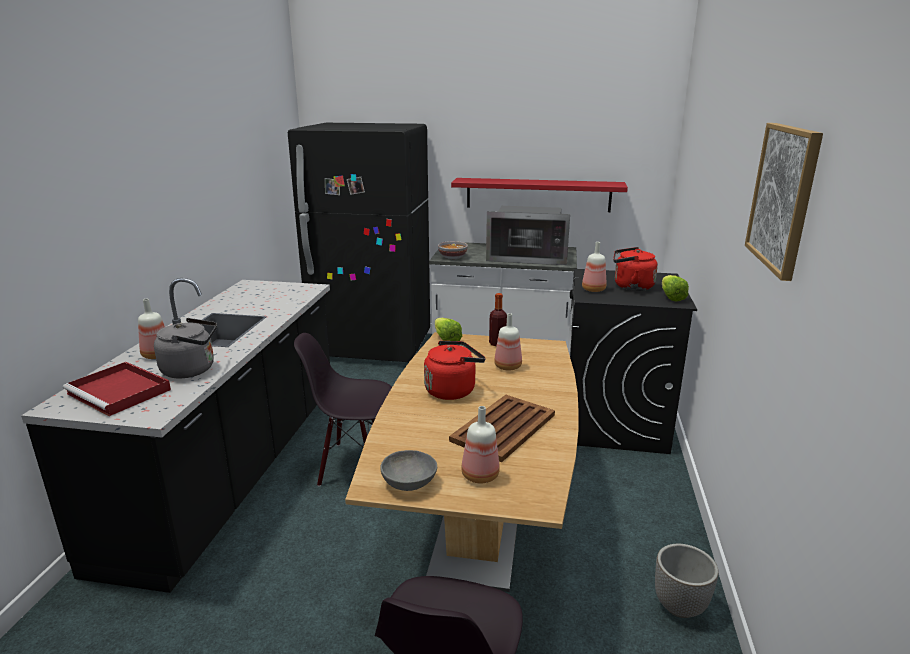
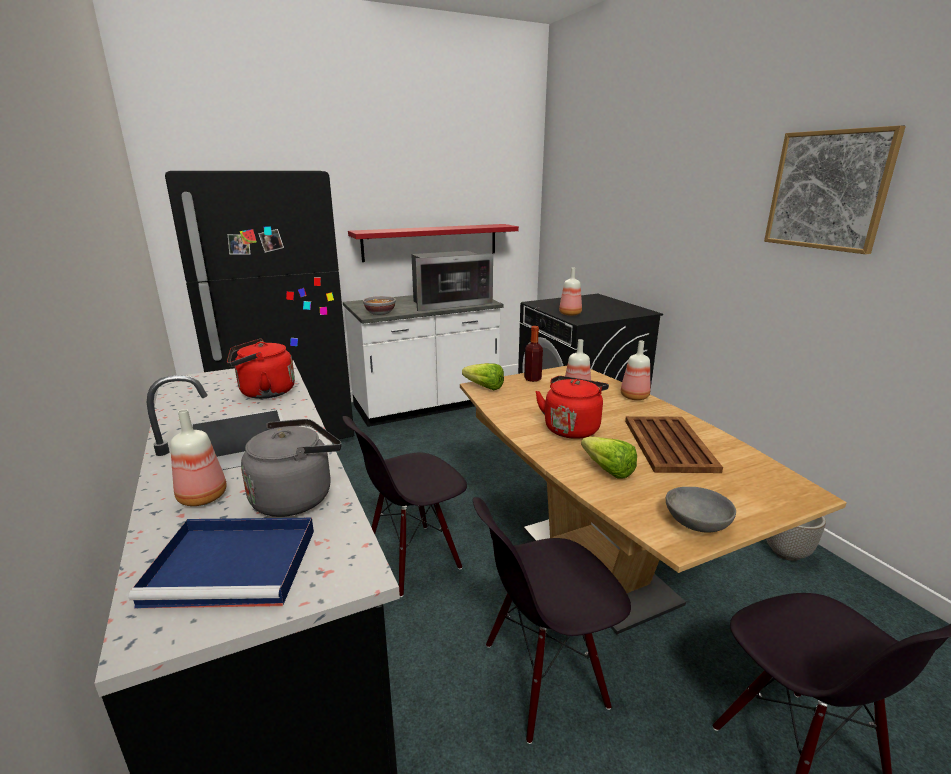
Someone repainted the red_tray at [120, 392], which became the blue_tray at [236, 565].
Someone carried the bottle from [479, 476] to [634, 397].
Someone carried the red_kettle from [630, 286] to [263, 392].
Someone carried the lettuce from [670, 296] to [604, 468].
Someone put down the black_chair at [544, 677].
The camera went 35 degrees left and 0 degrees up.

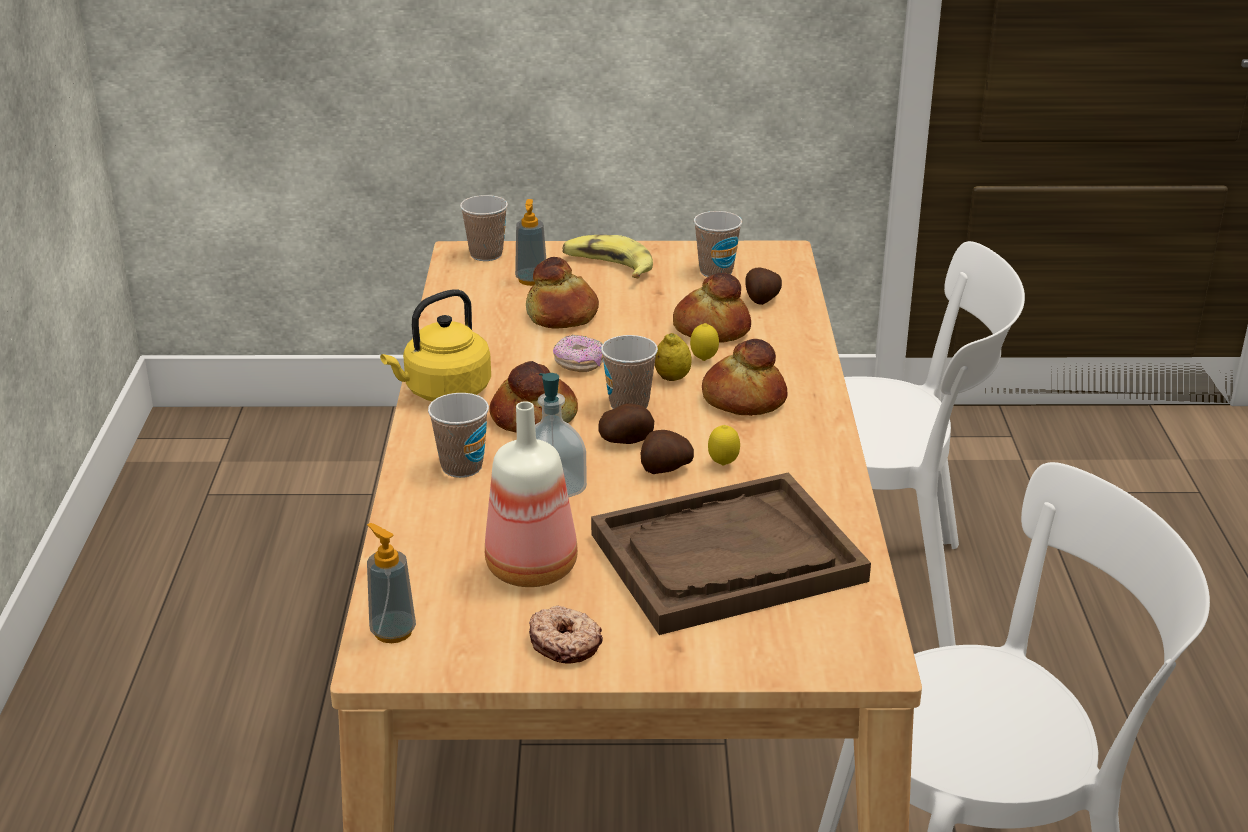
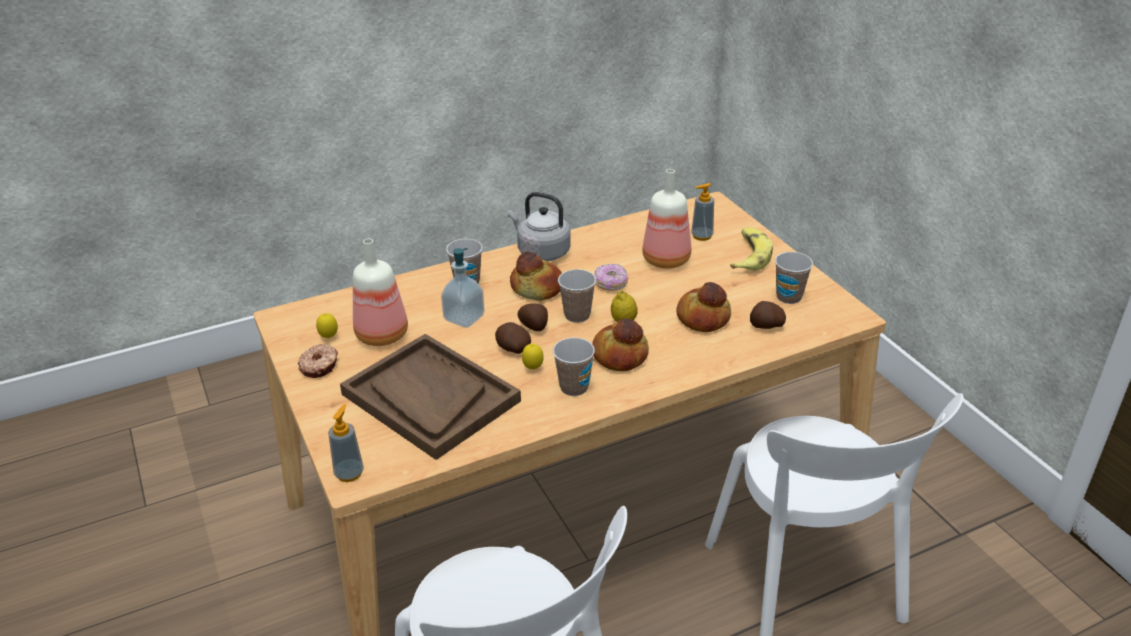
Someone carried the soap_dispenser from [393, 631] to [349, 473].
Someone repainted the yellow_kettle at [443, 392], which became the grey_kettle at [541, 252].
Someone carried the cup from [486, 254] to [574, 387].
Someone swapped the bread at [563, 315] for the bottle at [667, 260].
Someone carried the lemon from [704, 360] to [329, 338].
The camera went 65 degrees right and 5 degrees up.

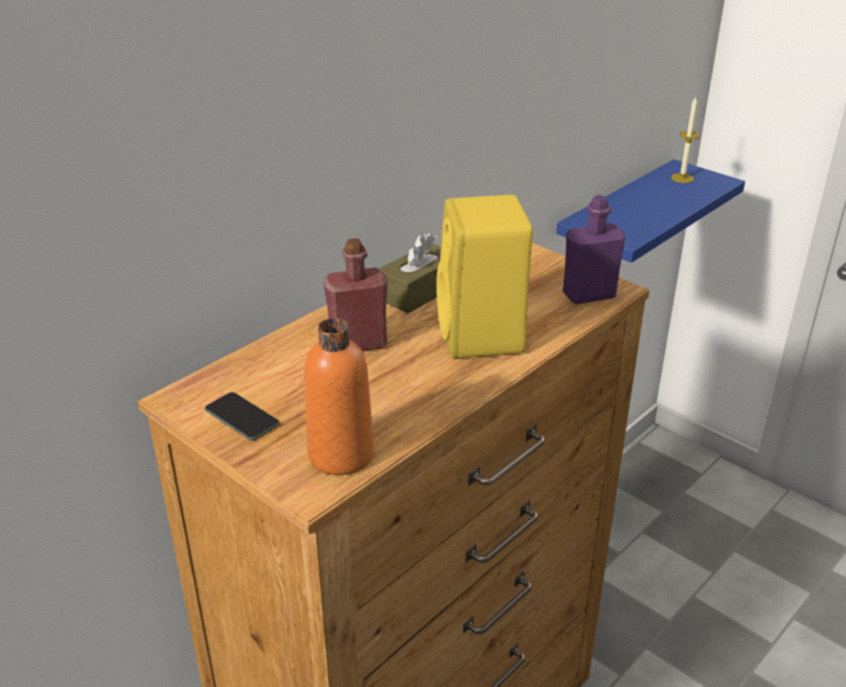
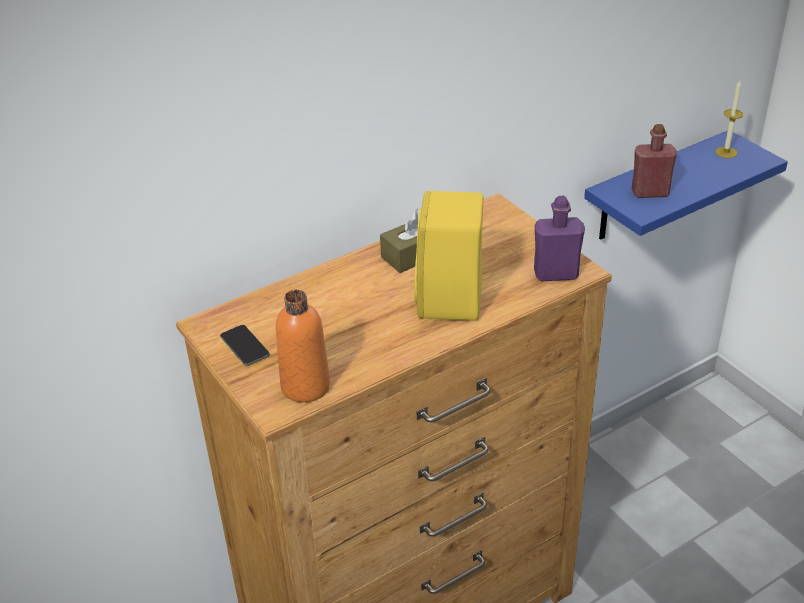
Someone carried the red_bottle from [358, 344] to [650, 192].
The camera went 15 degrees right and 5 degrees up.

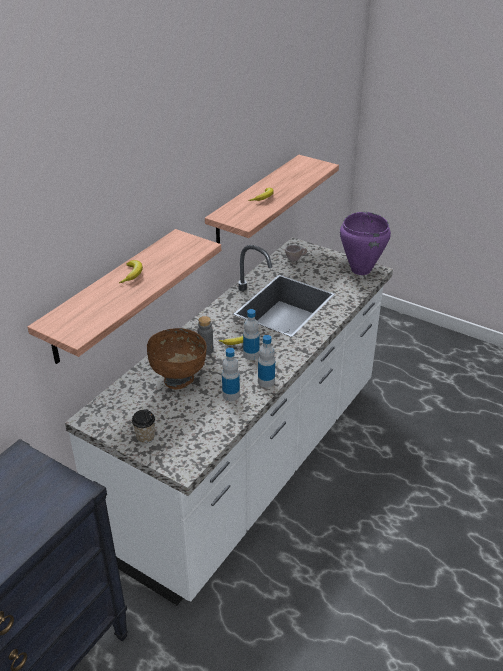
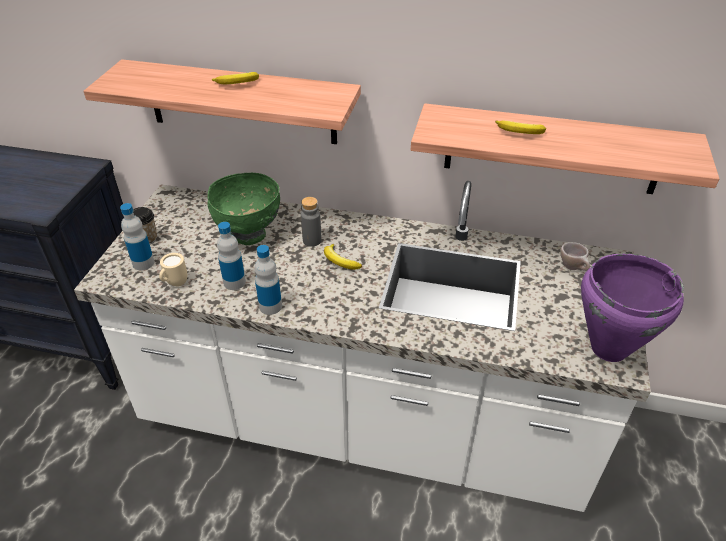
Someone repainted the brown_bowl at [179, 379], which became the green_bowl at [249, 235].
Someone carried the bottle from [251, 355] to [143, 263].
Someone put down the beige_mug at [175, 284].
The camera went 70 degrees right and 5 degrees up.

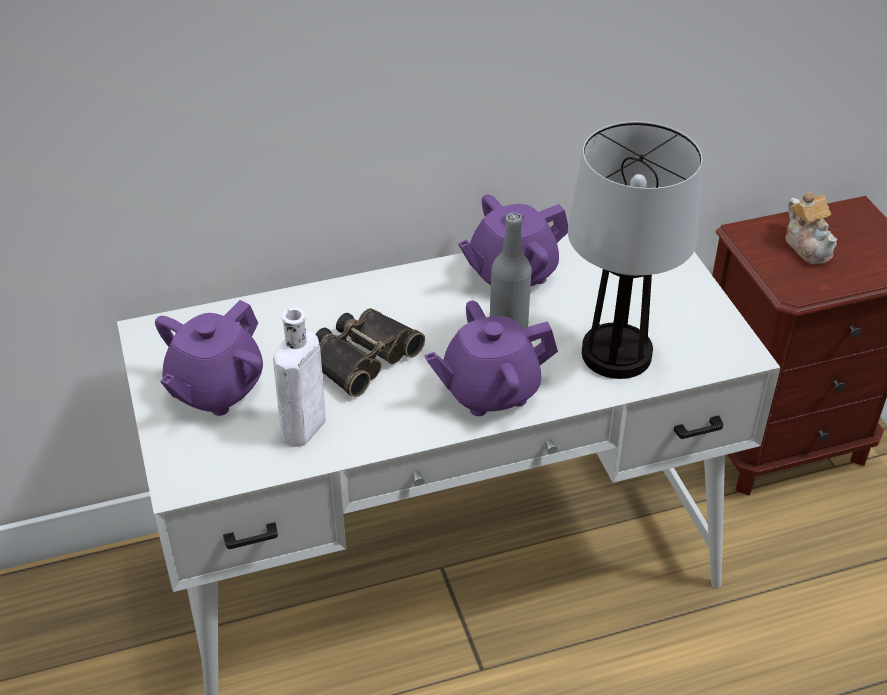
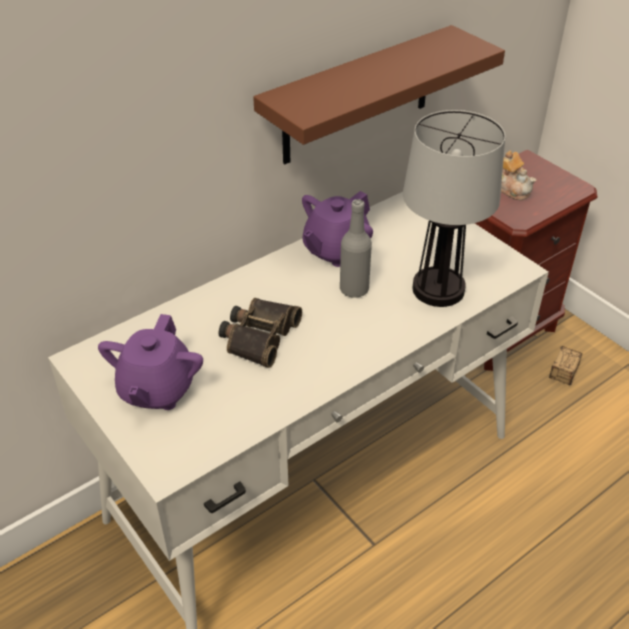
Someone took away the white_bottle at [302, 430].
Someone took away the purple_teapot at [489, 391].
Someone put up the brown_shelf at [357, 96].
Someone put down the storage_box at [557, 386].
The camera went 20 degrees left and 0 degrees up.

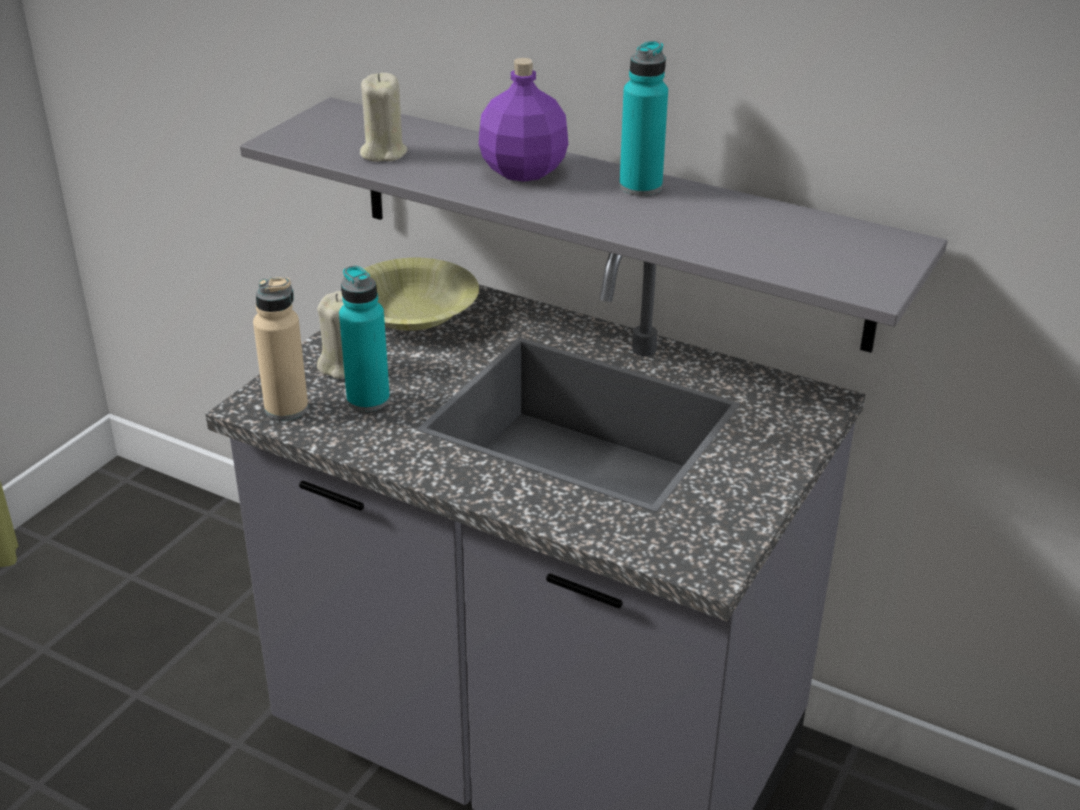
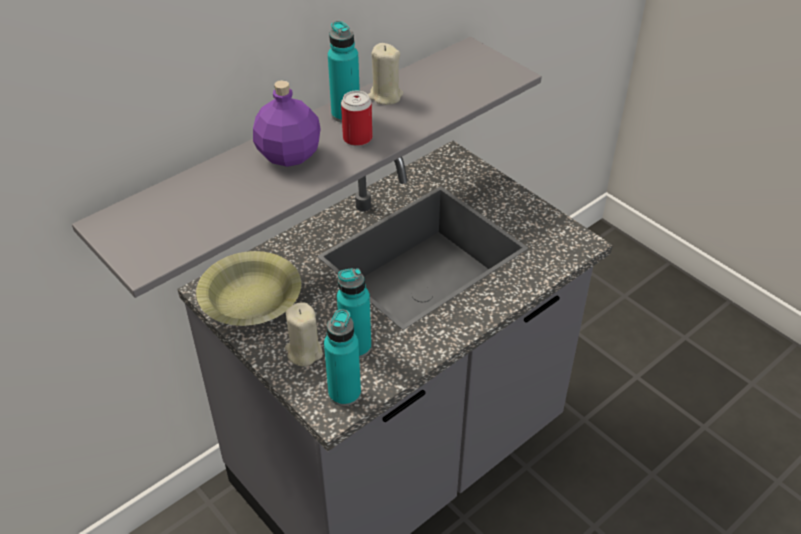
Someone repainted the beige_bottle at [286, 408], which became the turquoise_bottle at [344, 393].
Someone carried the beige_candle from [383, 153] to [385, 96].
Someone put down the can at [357, 138].
The camera went 70 degrees left and 10 degrees up.

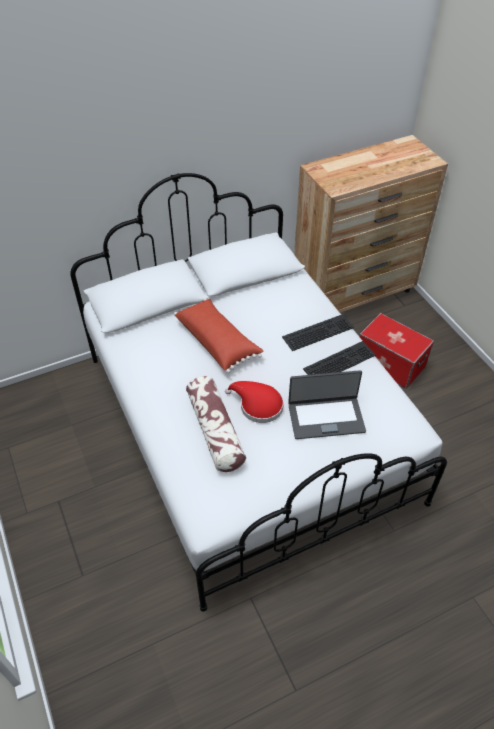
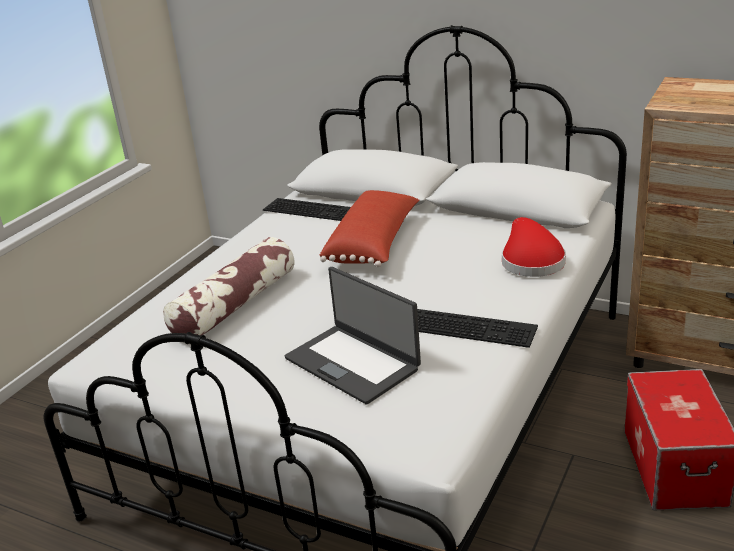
Someone carried the red_hat from [257, 405] to [530, 261].
Someone carried the keyboard from [318, 331] to [313, 209].
The camera went 55 degrees right and 20 degrees down.

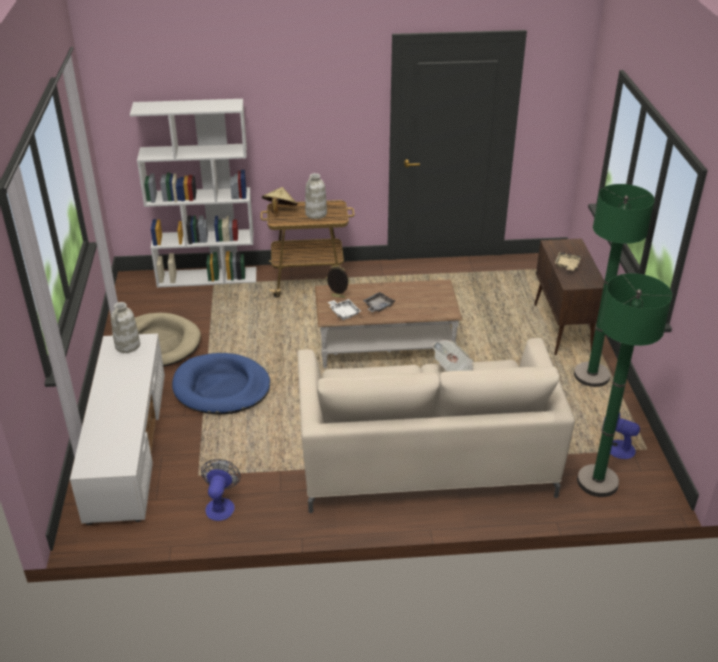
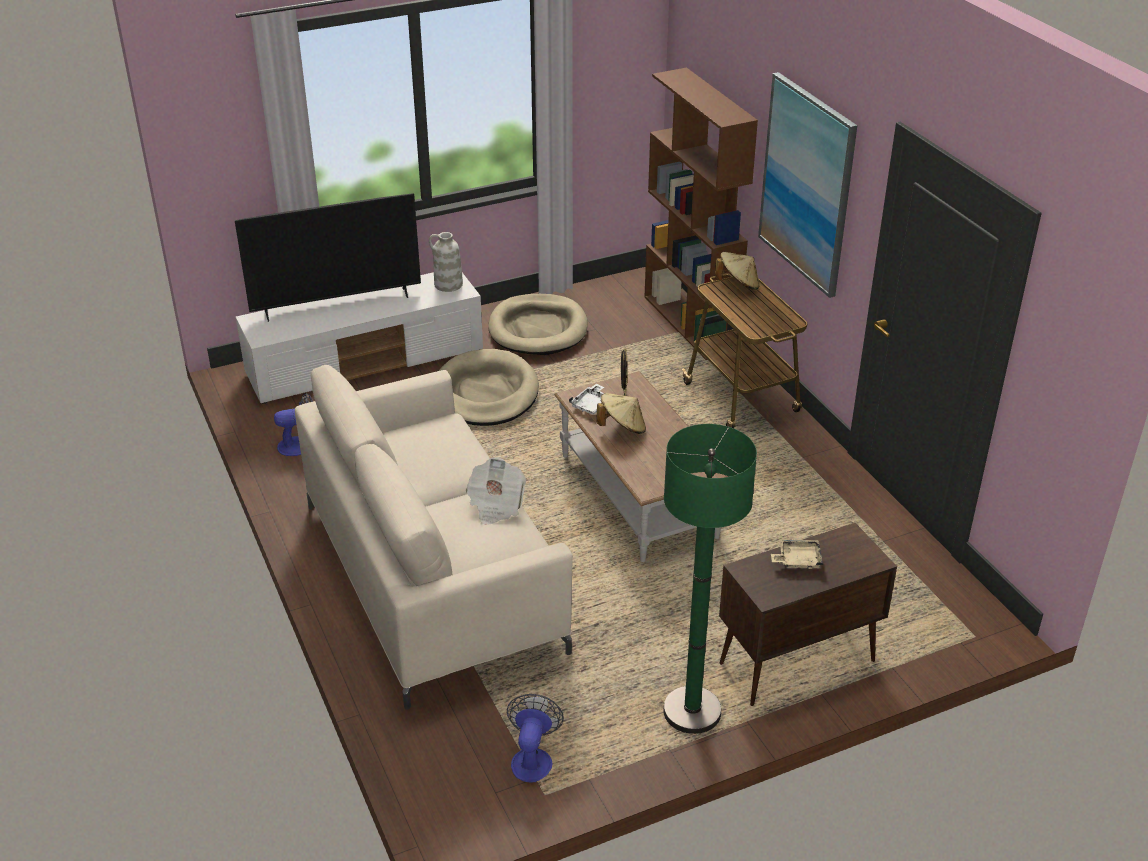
Someone repainted the white_bookcase at [207, 277], which became the brown_bookcase at [691, 324].
Someone repainted the blue_dog_bed at [221, 388], which became the beige_dog_bed at [486, 393].
Someone took away the white_vase at [316, 214].
Someone swapped the grey_tray at [378, 306] for the beige_hat at [622, 427].
Someone took away the green_floor_lamp at [597, 482].
Someone put down the television at [337, 304].
Someone put up the picture at [807, 184].
The camera went 70 degrees right and 0 degrees up.

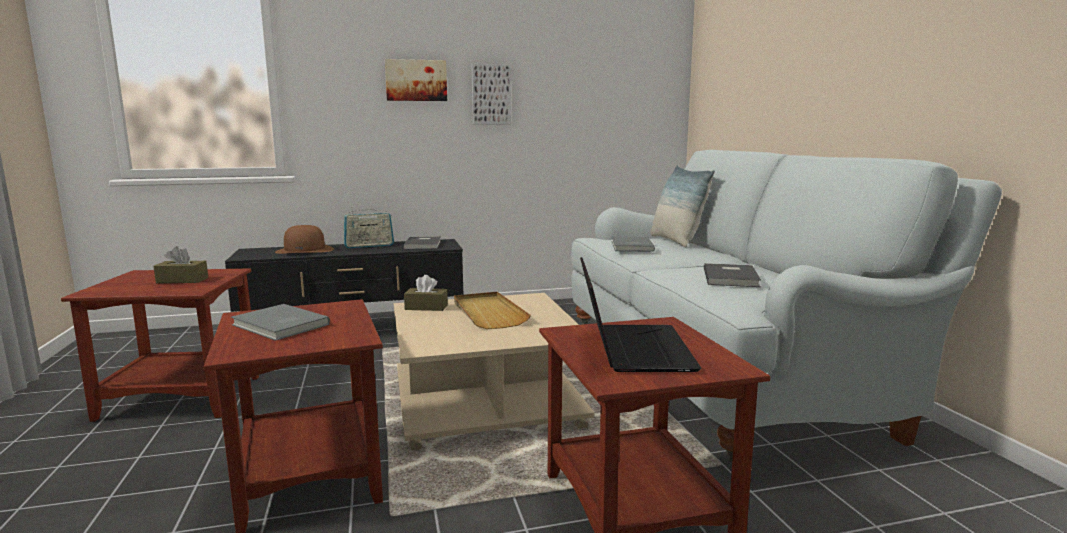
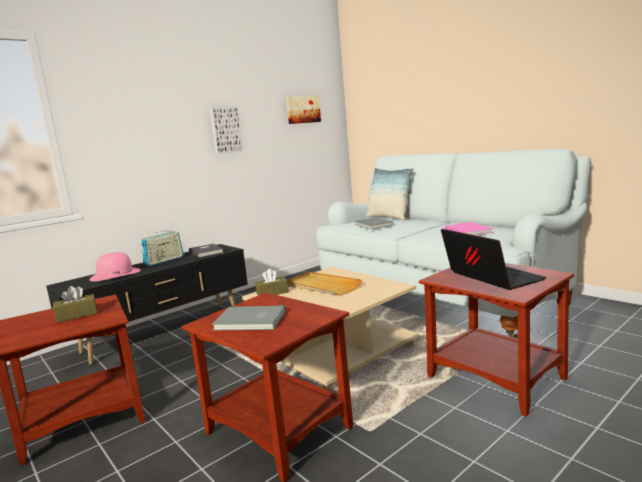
Someone repainted the brown_hat at [305, 250], which became the pink_hat at [115, 274].
Someone carried the picture from [416, 80] to [302, 109].
Someone repainted the grey_book at [732, 277], which became the pink_book at [469, 231].
The camera went 25 degrees left and 0 degrees up.

